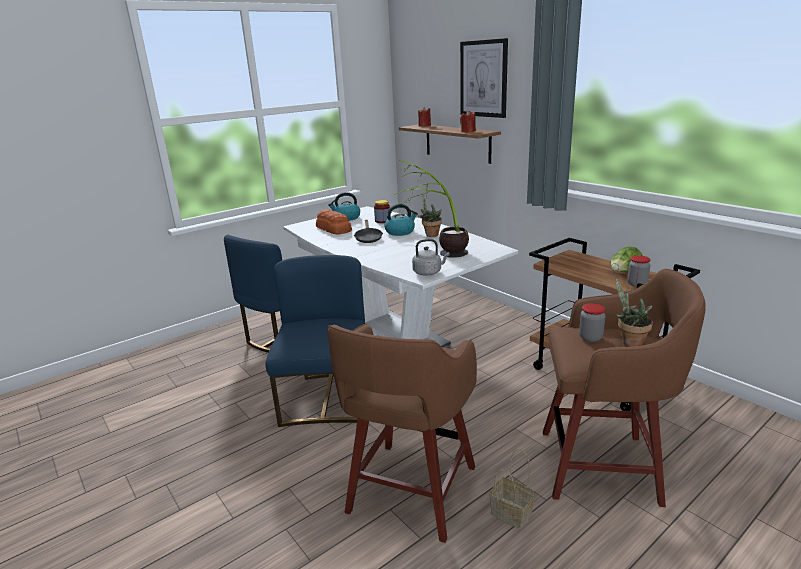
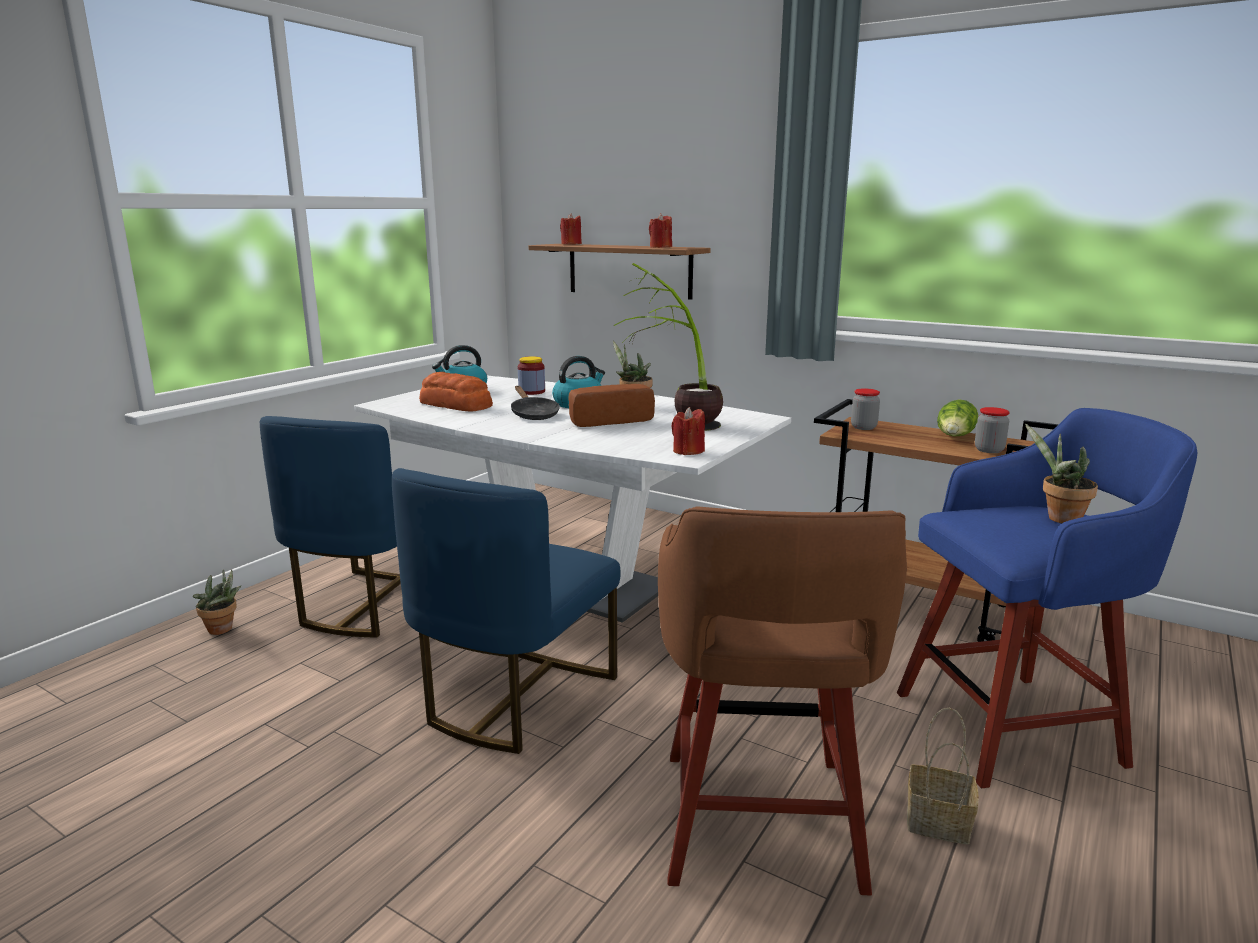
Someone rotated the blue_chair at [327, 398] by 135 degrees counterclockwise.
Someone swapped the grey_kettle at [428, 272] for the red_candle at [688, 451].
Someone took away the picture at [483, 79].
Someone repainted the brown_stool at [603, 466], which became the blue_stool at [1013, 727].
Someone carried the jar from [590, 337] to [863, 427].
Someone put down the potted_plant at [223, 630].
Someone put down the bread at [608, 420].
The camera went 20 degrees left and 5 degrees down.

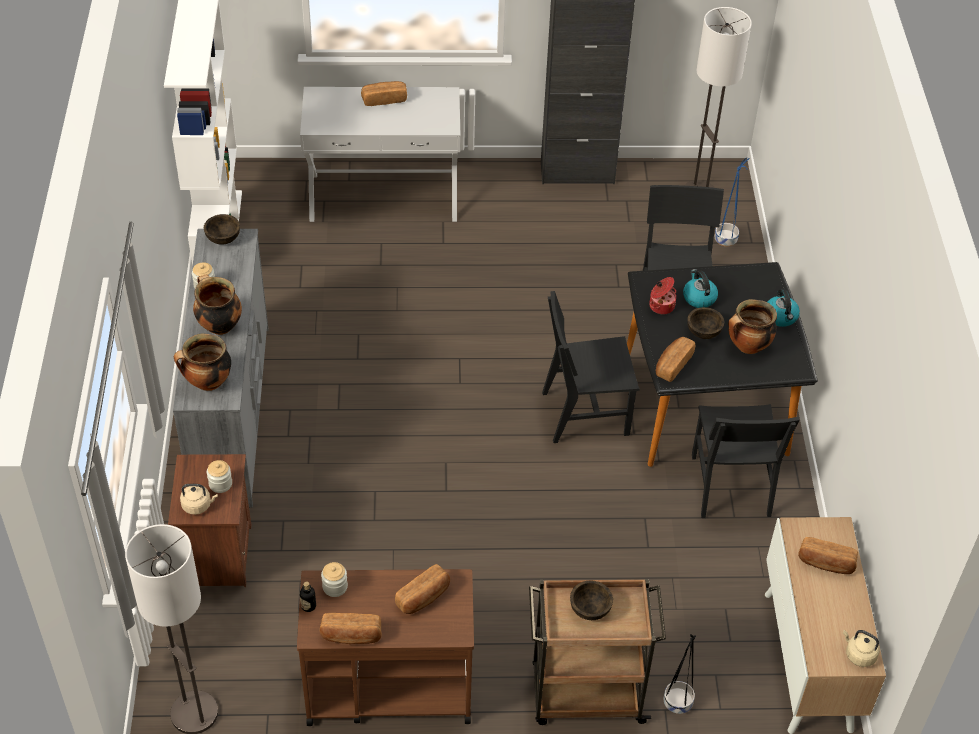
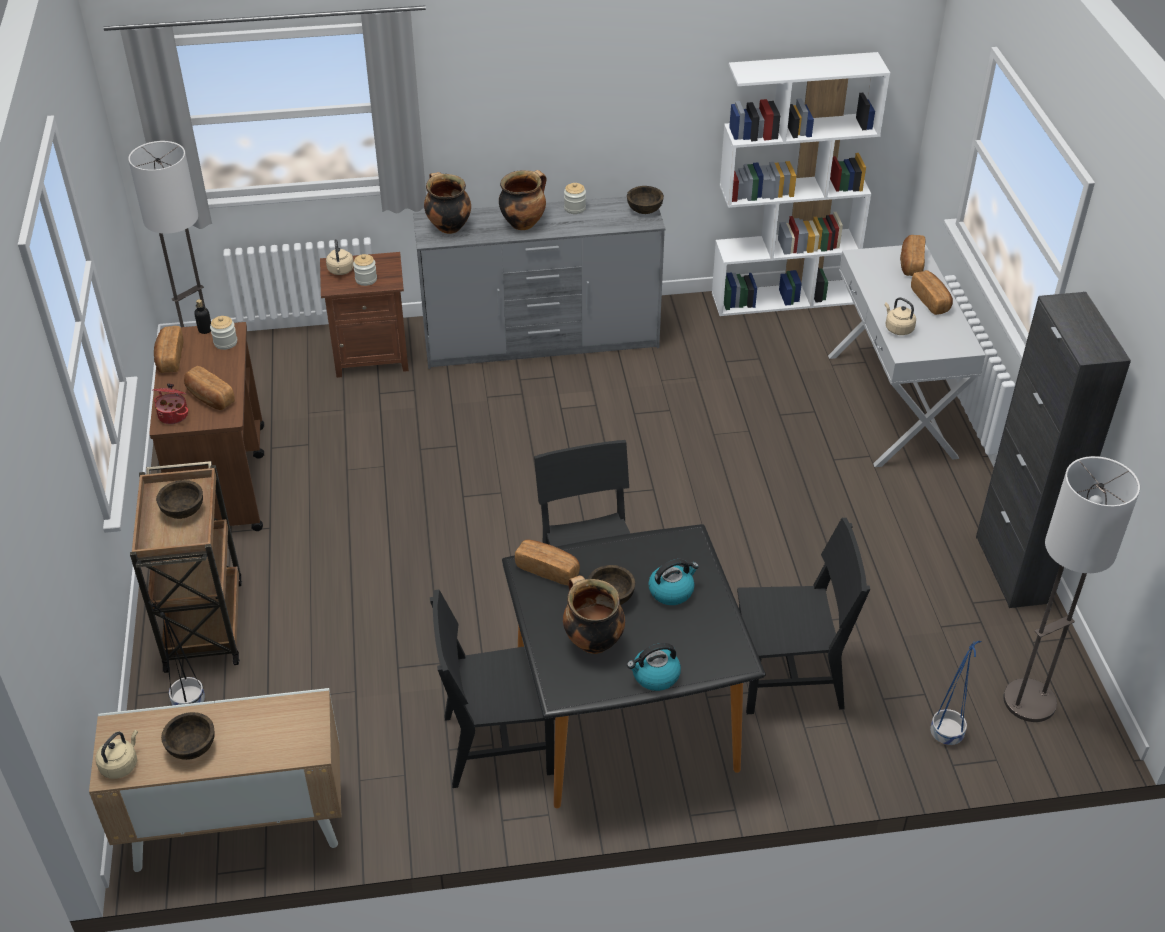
Someone carried the cooking_pot from [661, 305] to [174, 415].
Someone carried the bread from [825, 563] to [911, 263].
Someone put down the brown_bowl at [192, 747].
Someone put down the beige_kettle at [897, 328].
The camera went 85 degrees right and 5 degrees down.

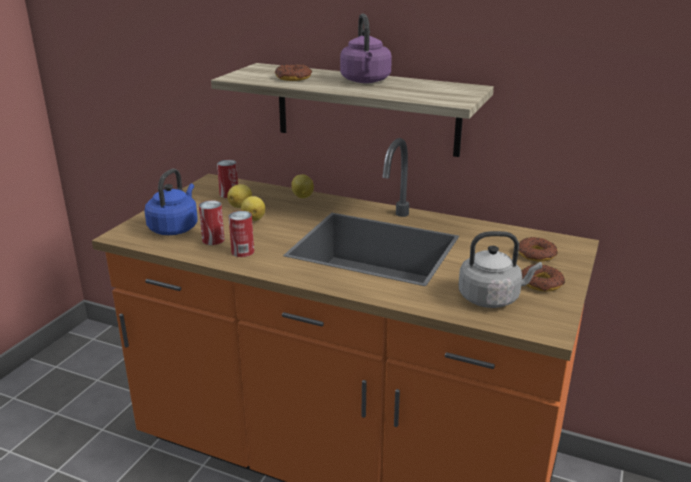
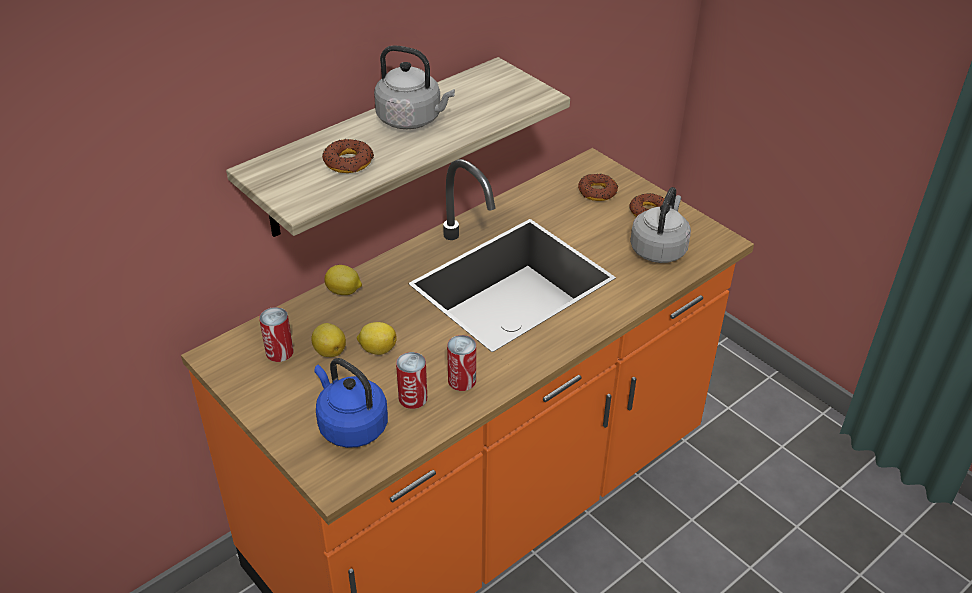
Someone repainted the purple_kettle at [365, 81], which became the grey_kettle at [412, 119].
The camera went 65 degrees left and 15 degrees up.

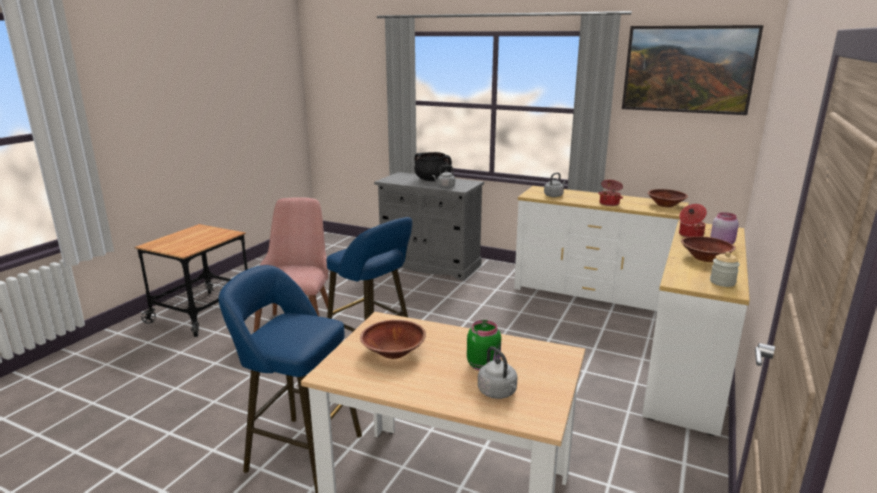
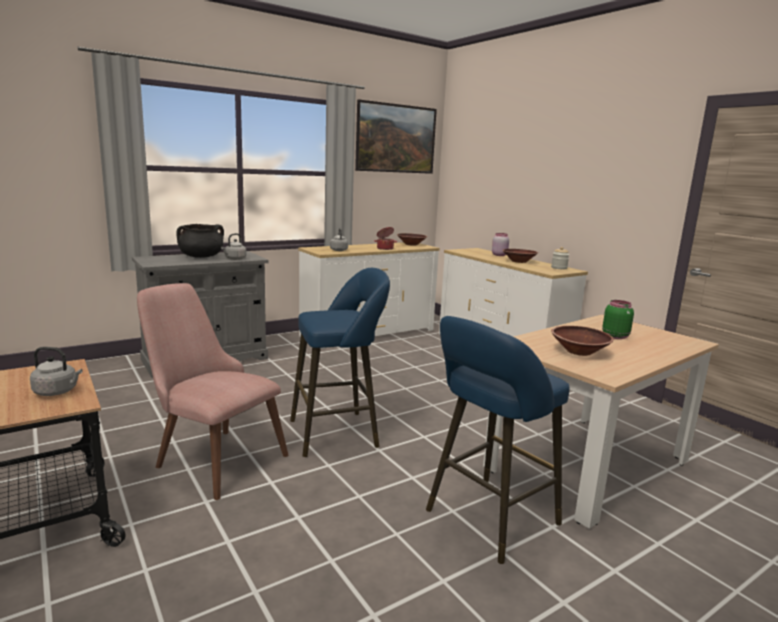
Someone carried the grey_kettle from [498, 393] to [57, 392].
Someone took away the cooking_pot at [690, 235].
The camera went 60 degrees left and 5 degrees down.

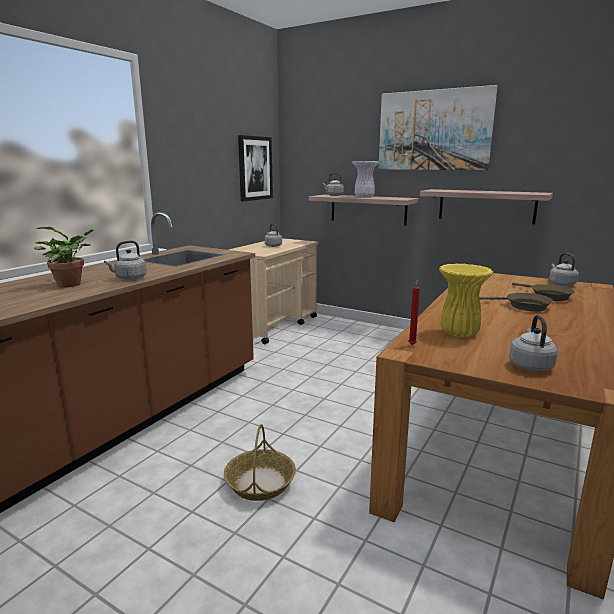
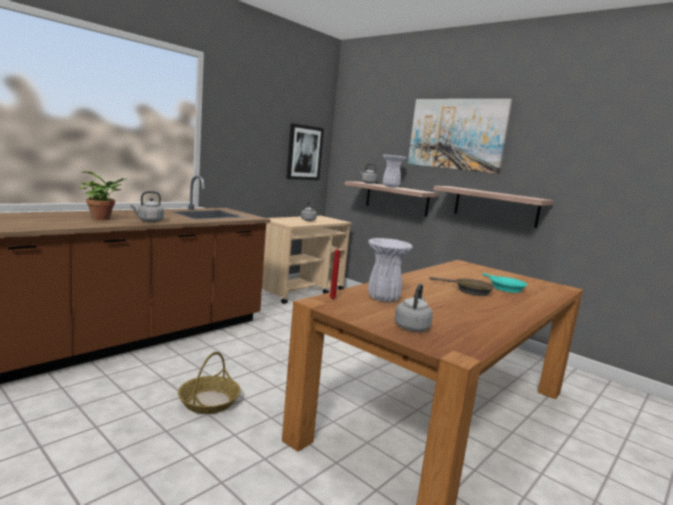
Someone repainted the yellow_vase at [458, 333], which became the white_vase at [382, 298].
Someone repainted the brown_frying_pan at [547, 296], which became the turquoise_frying_pan at [504, 287].
Someone took away the grey_kettle at [561, 284].
The camera went 10 degrees right and 5 degrees down.

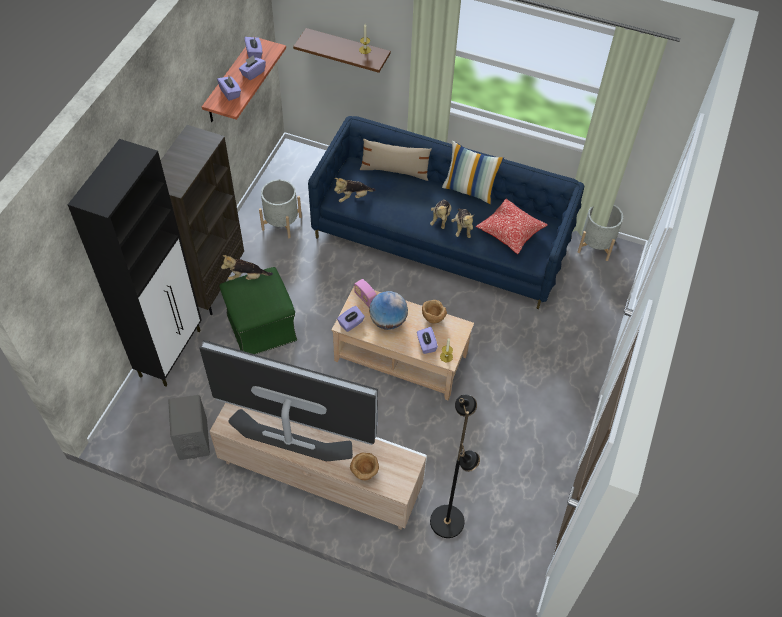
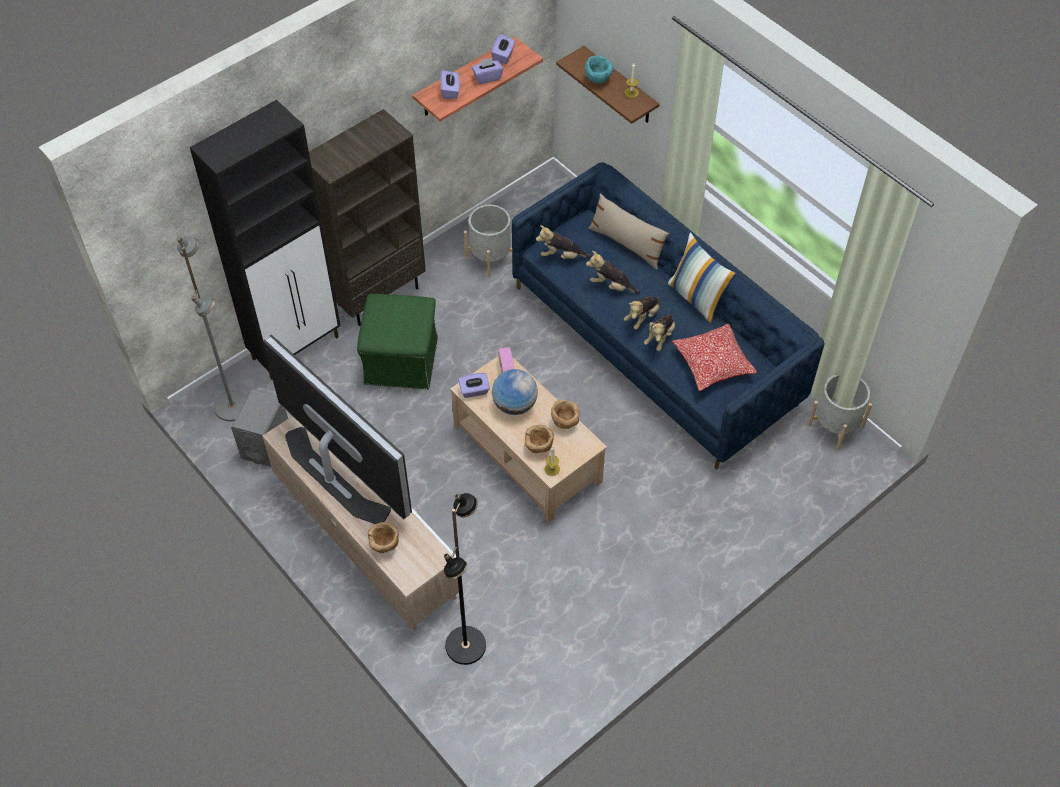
Someone carried the plush_toy from [247, 277] to [611, 286].
Someone swapped the purple_tissue_box at [426, 345] for the brown_bowl at [538, 447].
Someone put down the grey_floor_lamp at [233, 406].
Someone put down the turquoise_bowl at [598, 80].
The camera went 30 degrees right and 0 degrees up.

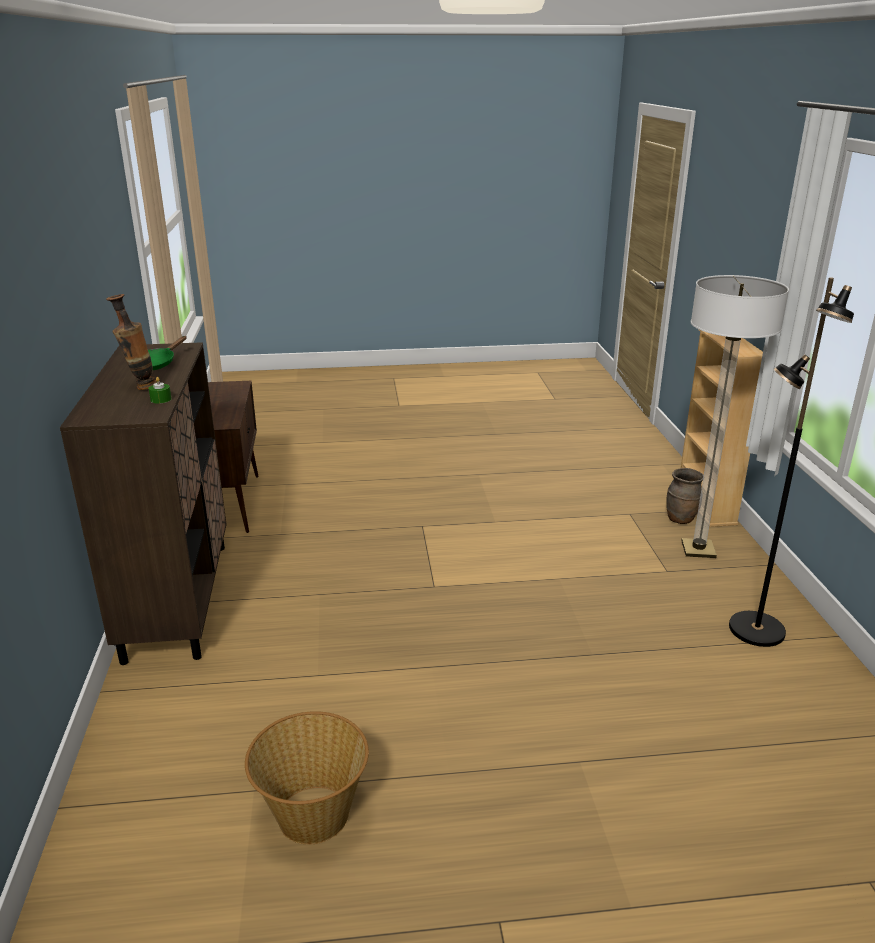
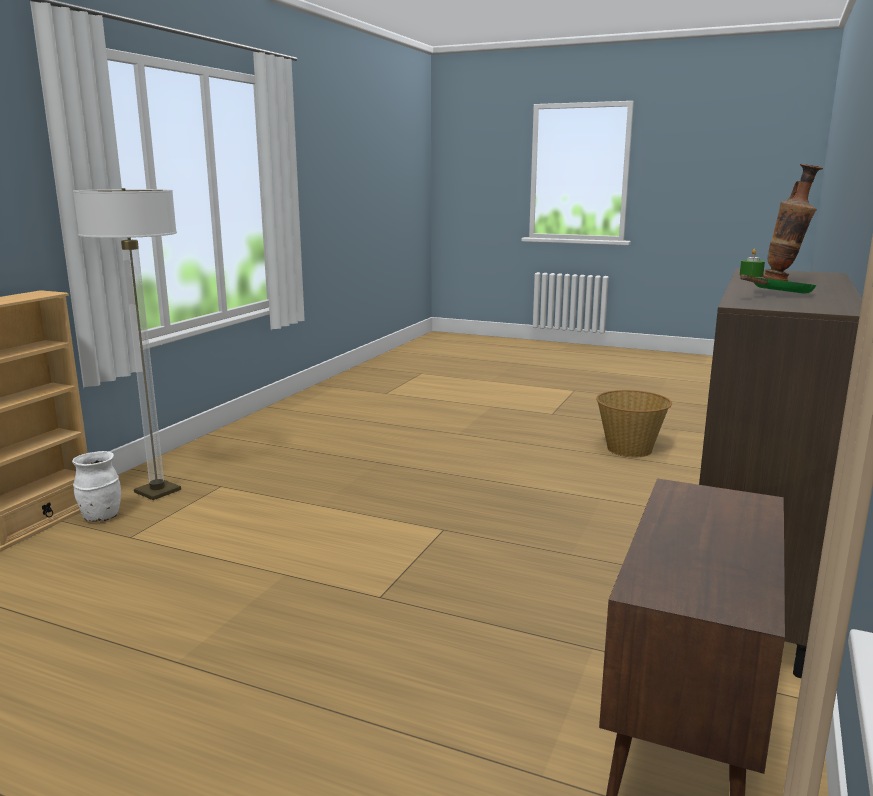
Someone repainted the brown_vase at [681, 519], which became the white_vase at [100, 517].
Someone took away the black_floor_lamp at [755, 630].
The camera went 150 degrees left and 10 degrees down.

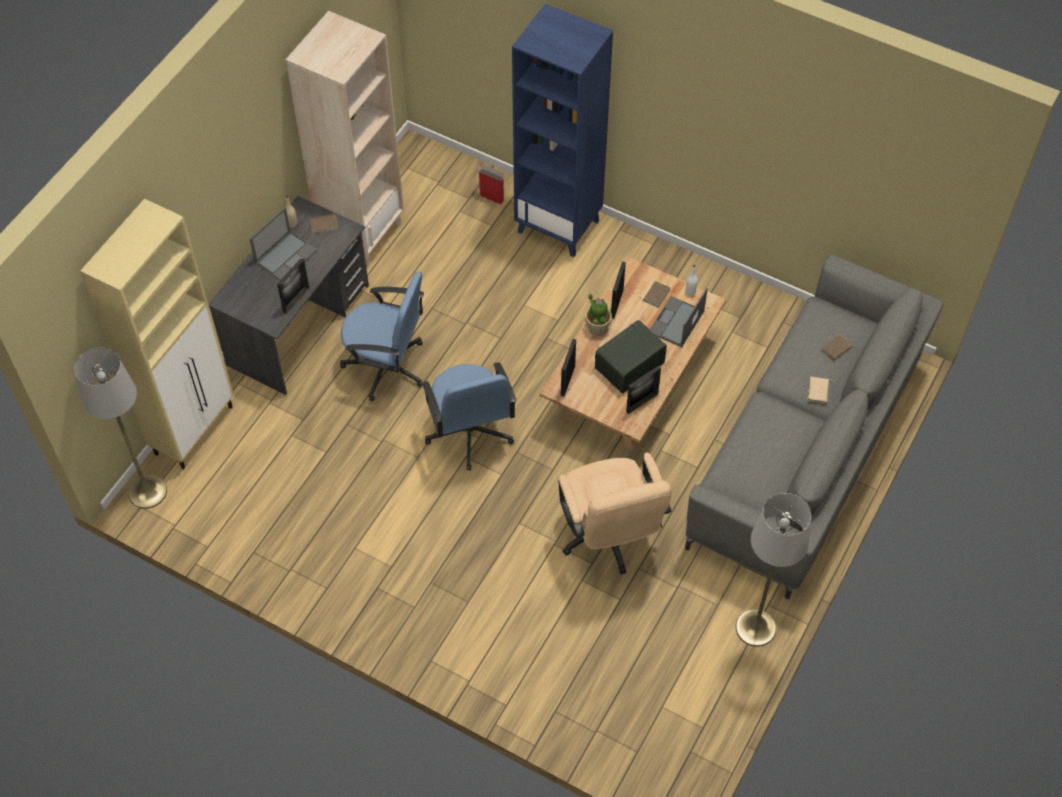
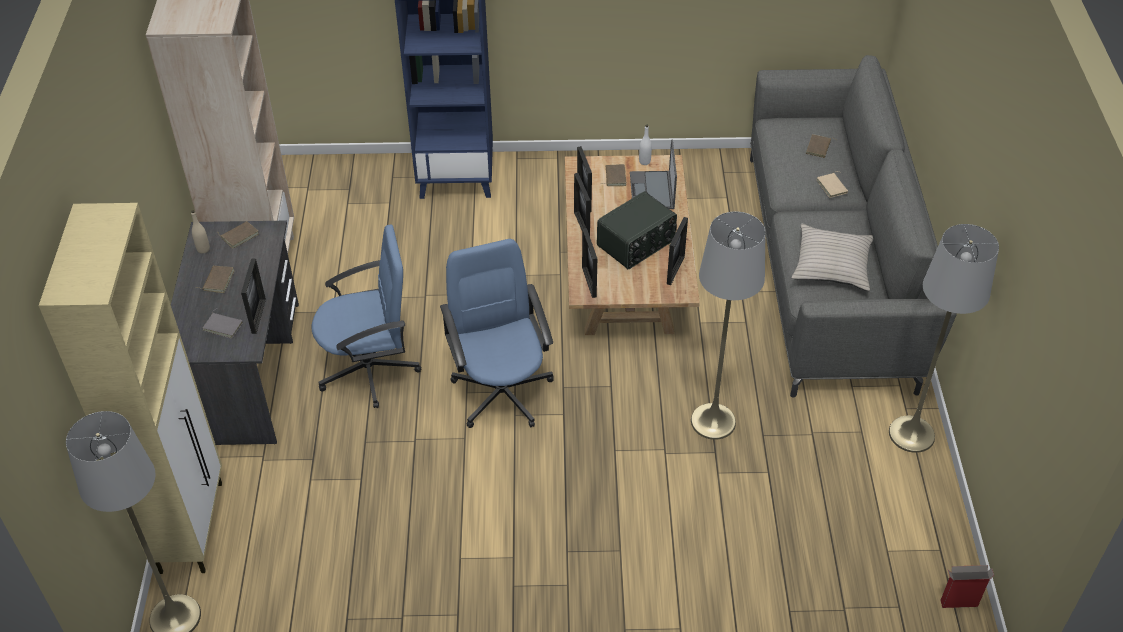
Someone swapped the laptop at [286, 256] for the brown_book at [217, 280].
Someone rotated the blue_office_chair at [469, 433] by 150 degrees counterclockwise.
Someone carried the cardboard_box from [491, 197] to [958, 603].
Someone swapped the beige_office_chair at [609, 538] for the grey_floor_lamp at [713, 421].
Someone swapped the potted_plant at [597, 327] for the picture_frame at [581, 225].
Someone rotated the radio at [628, 365] by 150 degrees counterclockwise.
Someone put down the grey_book at [223, 326].
Someone put down the beige_pillow at [832, 265].
The camera went 30 degrees left and 10 degrees down.

